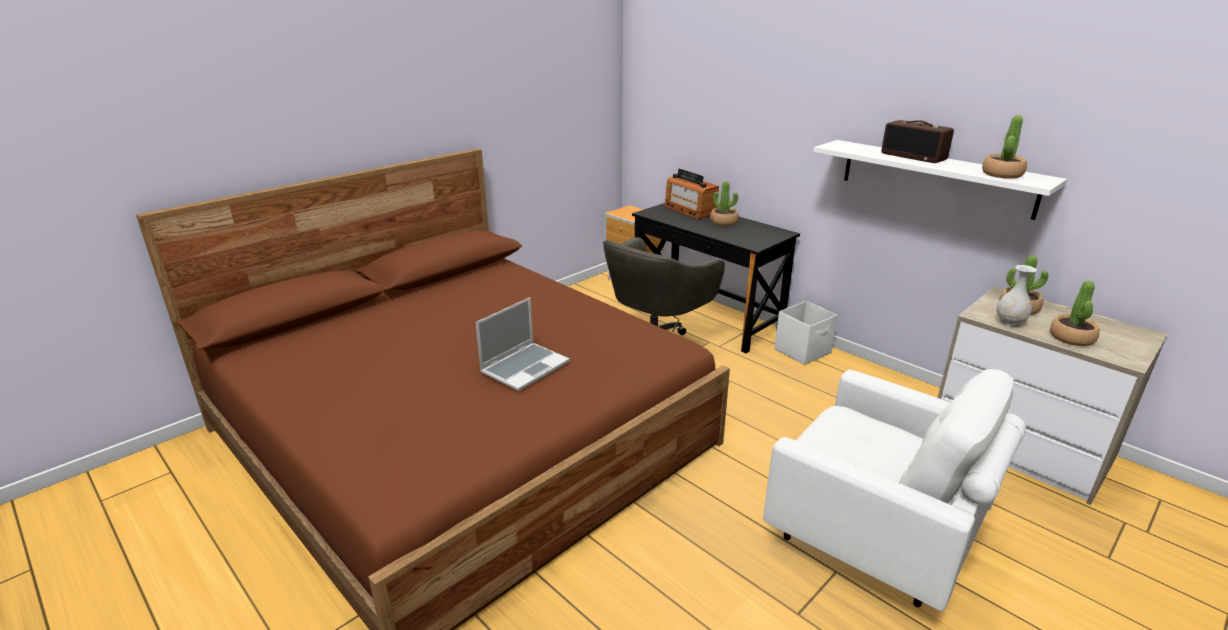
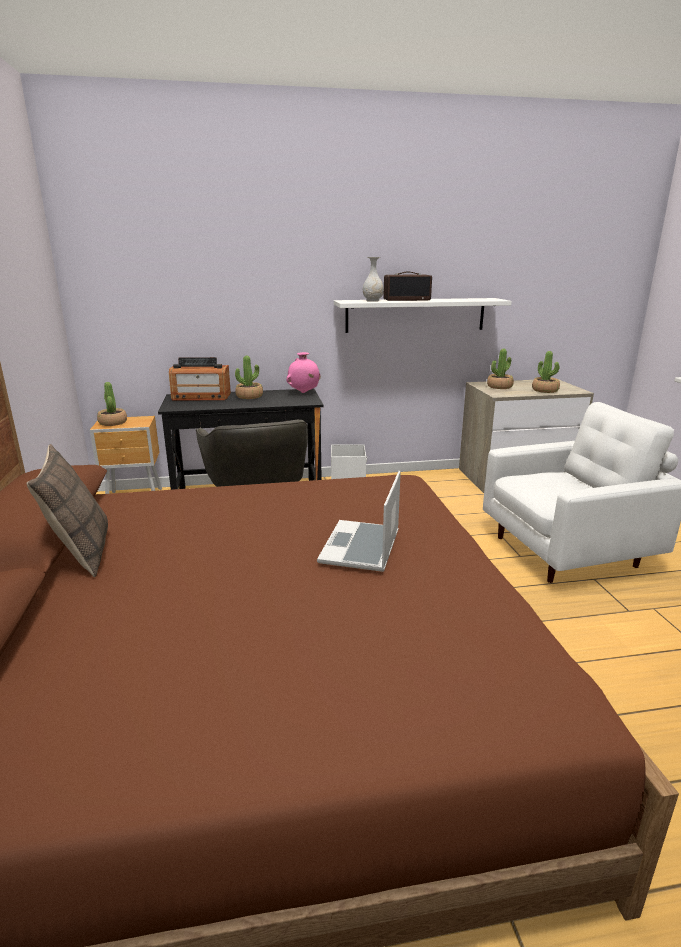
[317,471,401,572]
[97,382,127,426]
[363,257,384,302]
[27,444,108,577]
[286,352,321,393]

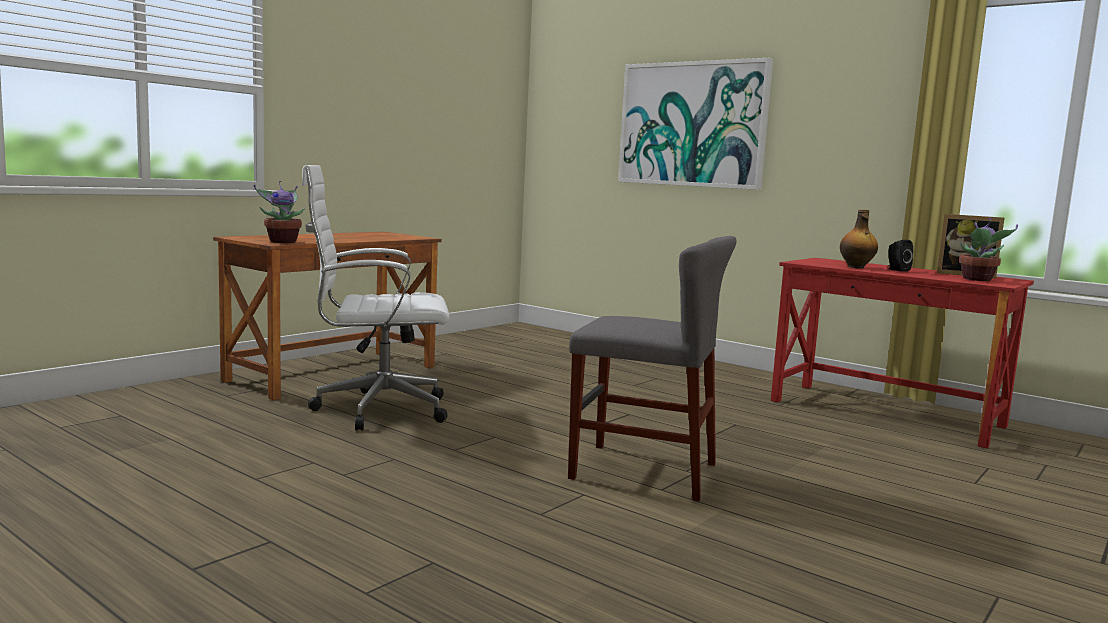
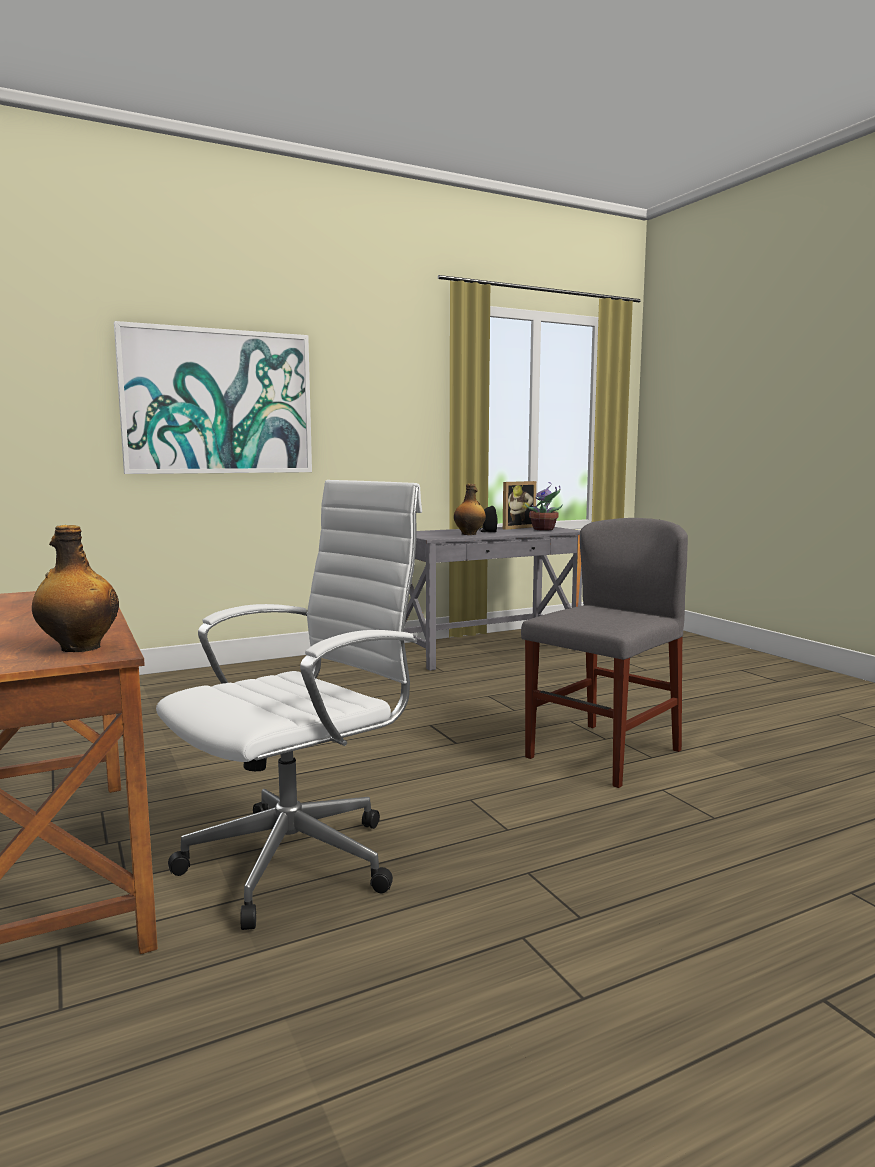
[32,525,119,652]
[156,480,422,930]
[404,527,582,671]

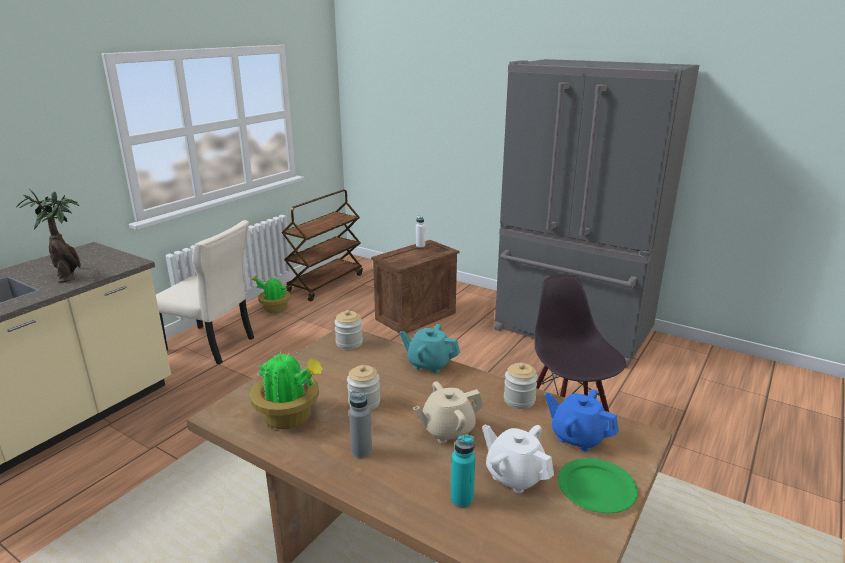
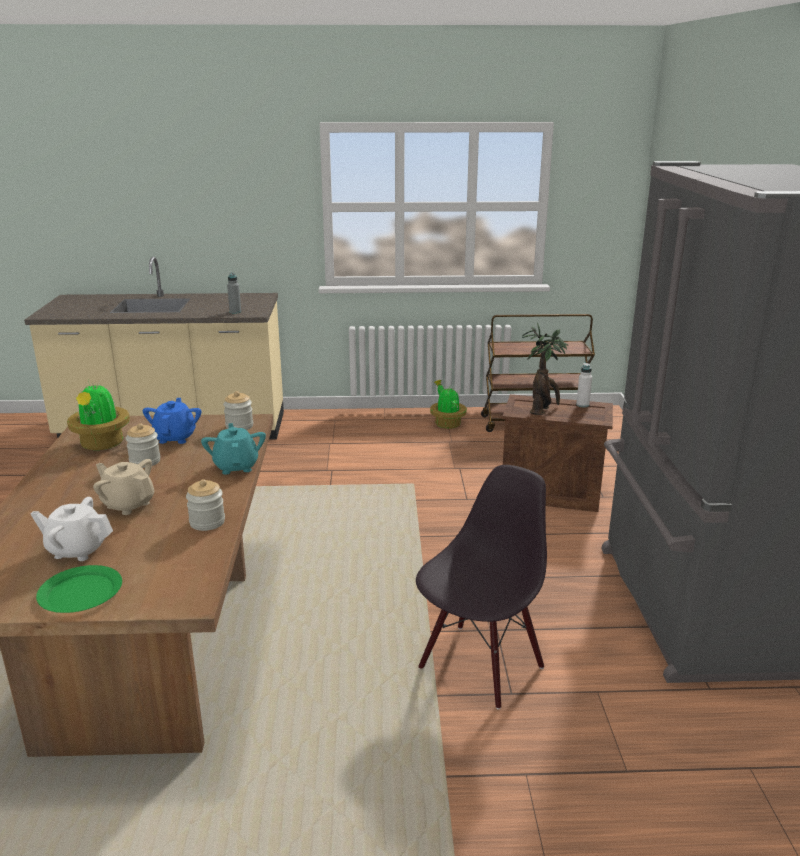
[522,323,569,415]
[156,220,254,364] (first image)
[227,273,241,314]
[451,435,475,508] (first image)
[31,497,113,561]
[143,398,201,444]

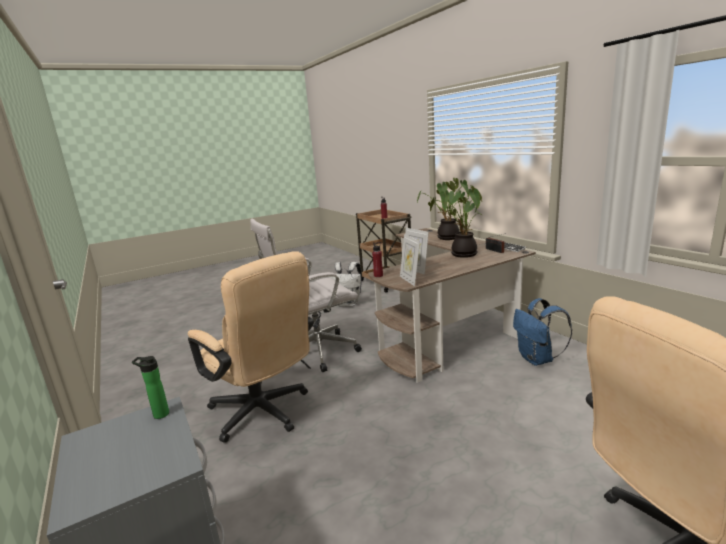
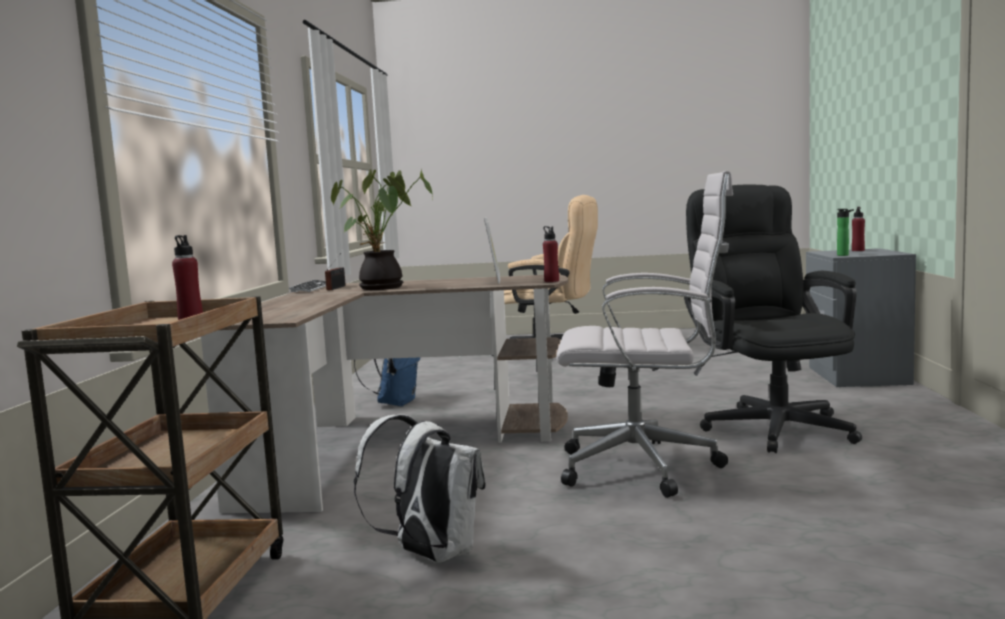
[684,184,862,453]
[400,234,420,286] (first image)
[417,178,469,240] (first image)
[852,207,865,251]

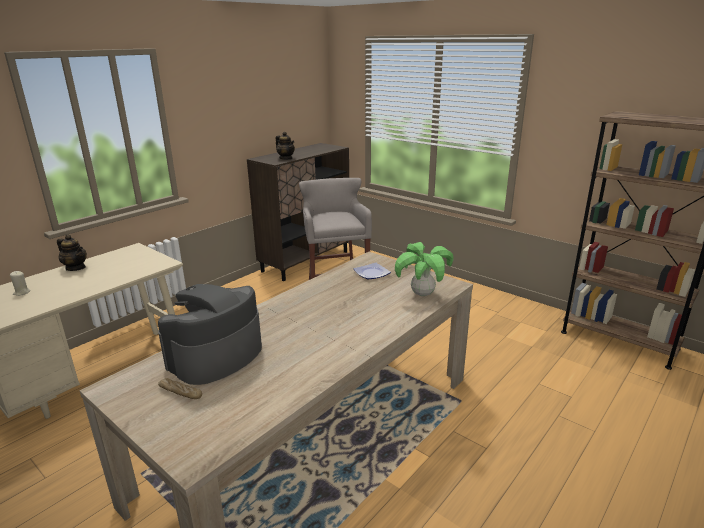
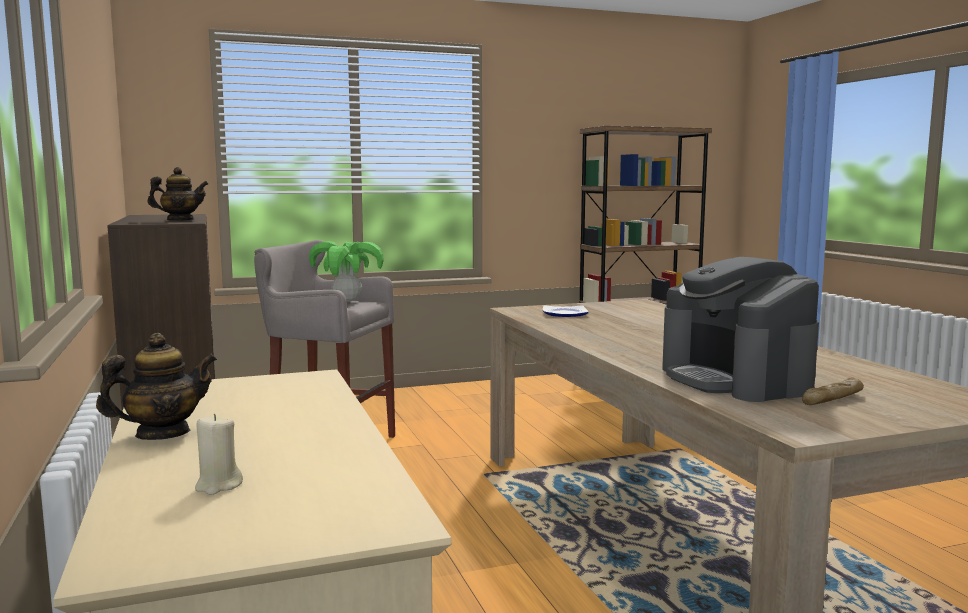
[309,241,384,302]

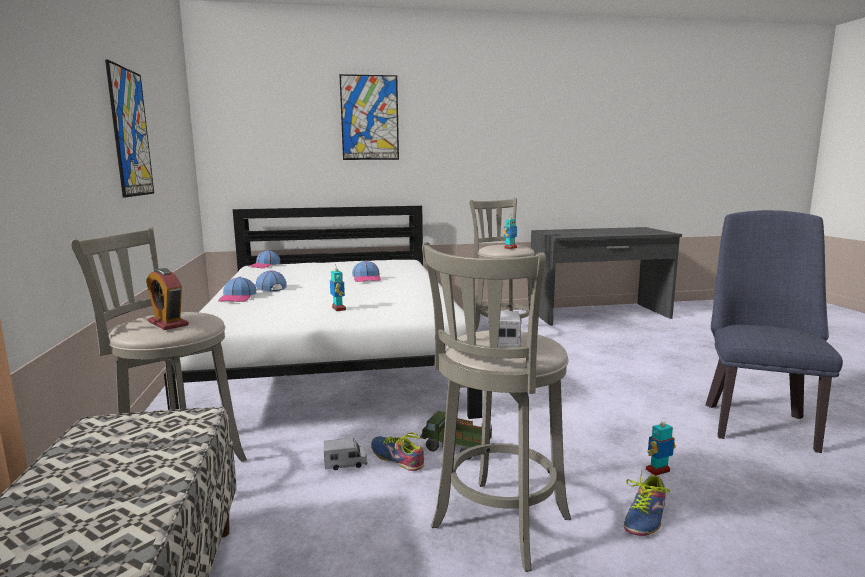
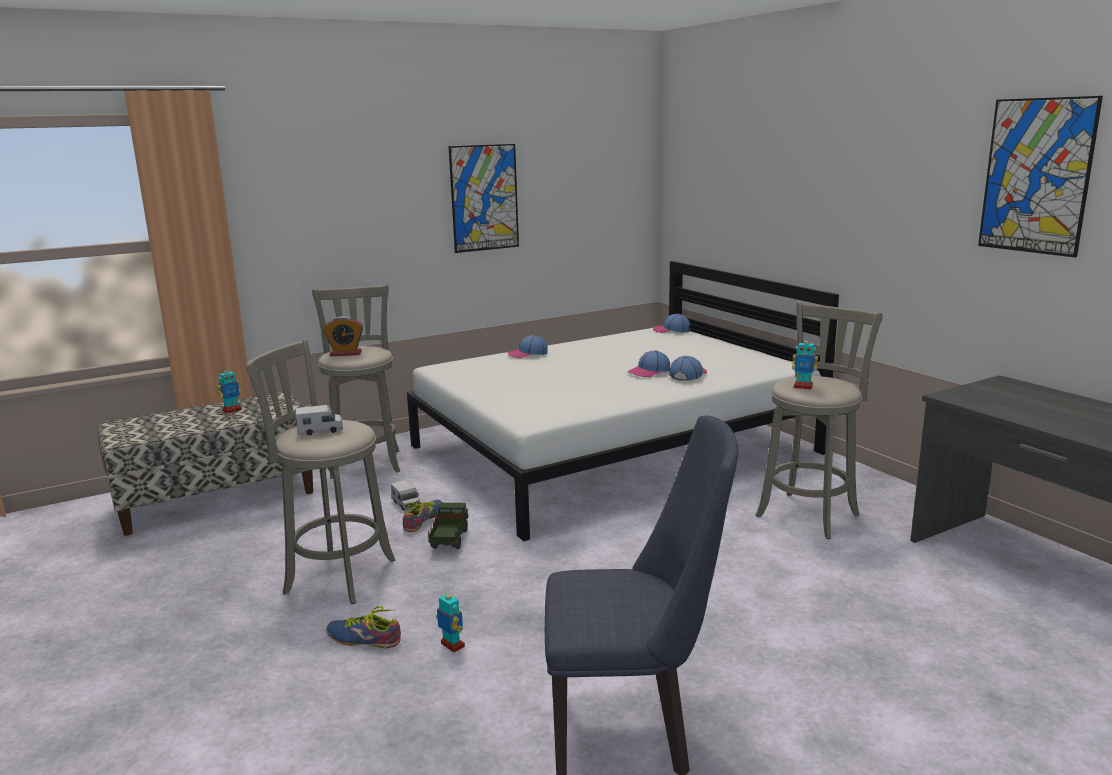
[323,316,363,356]
[670,356,707,381]
[217,370,242,413]
[978,96,1103,257]

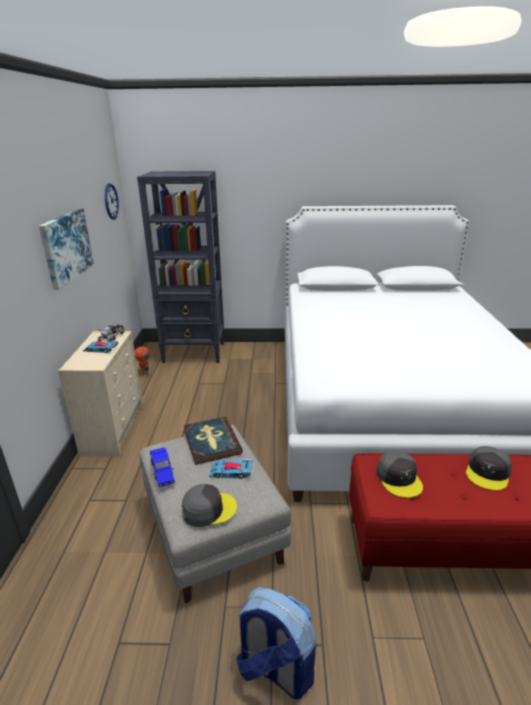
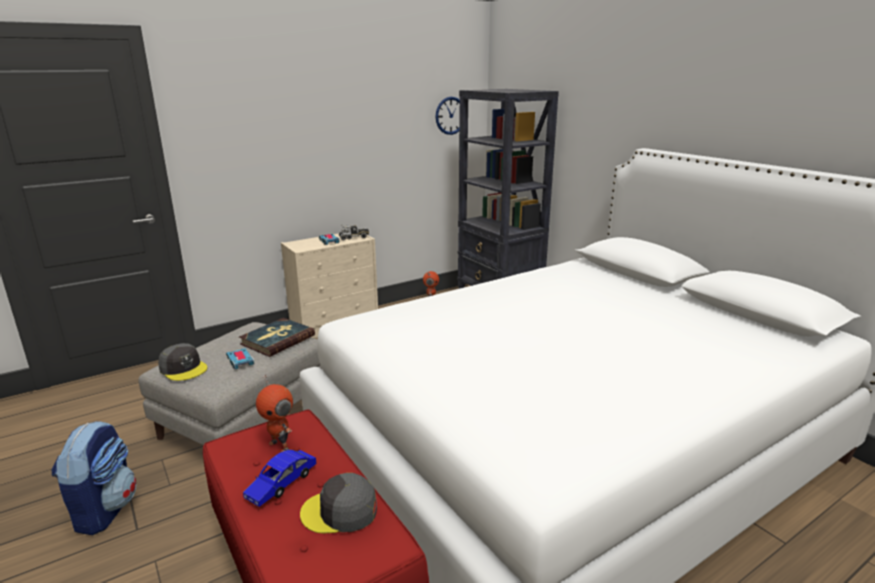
[39,209,94,290] (first image)
[243,450,316,507]
[256,374,293,452]

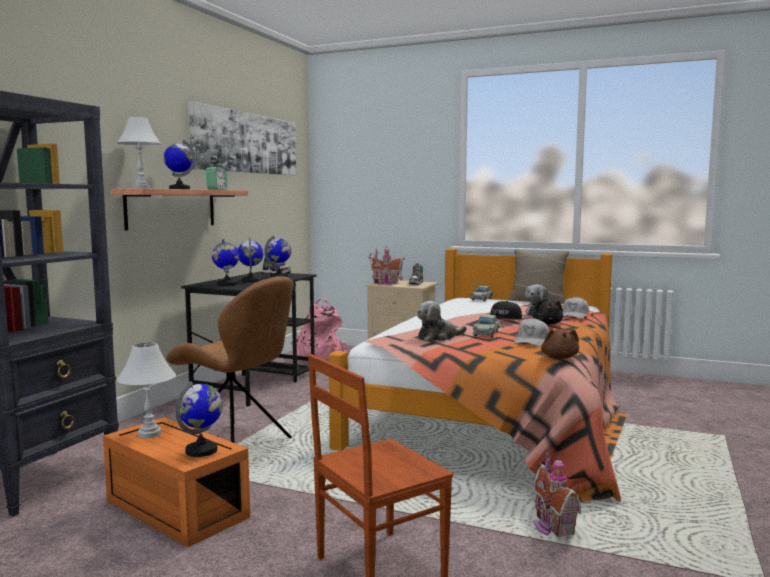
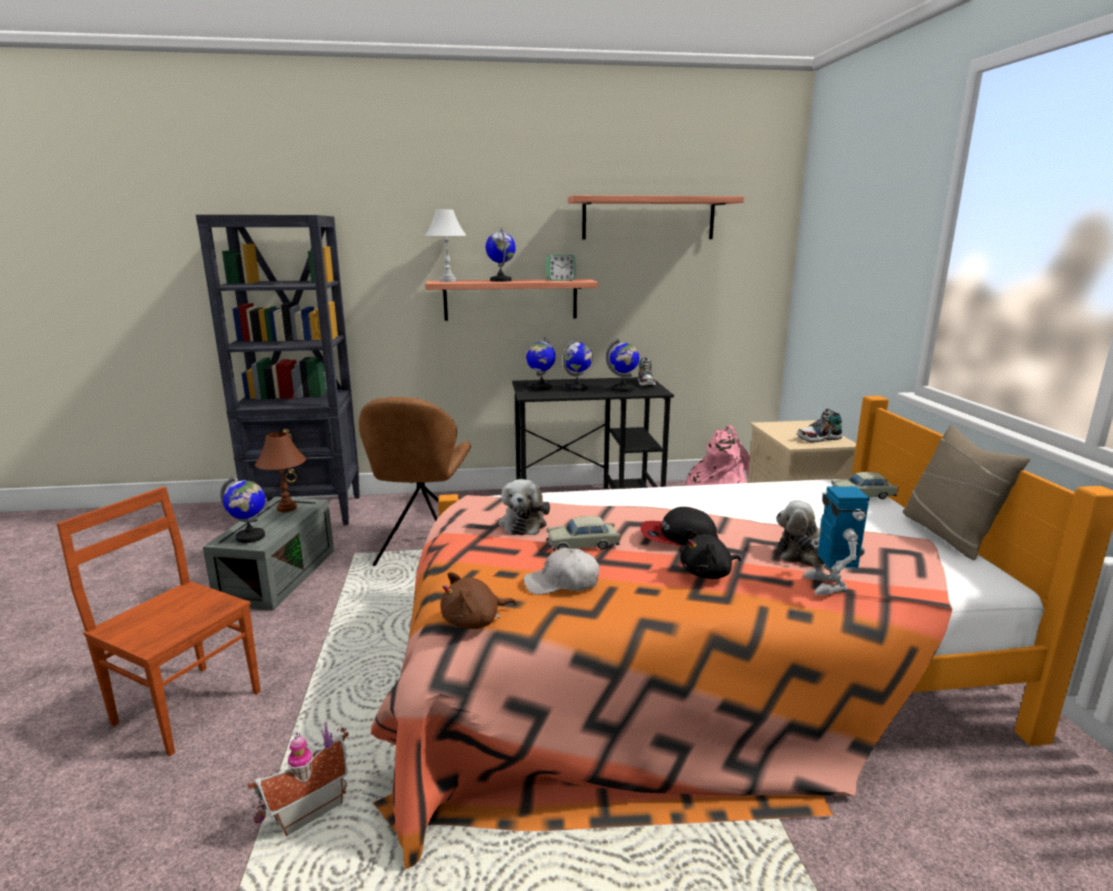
[203,497,334,611]
[255,432,306,512]
[568,195,744,239]
[369,246,405,285] (first image)
[499,479,550,535]
[802,486,869,595]

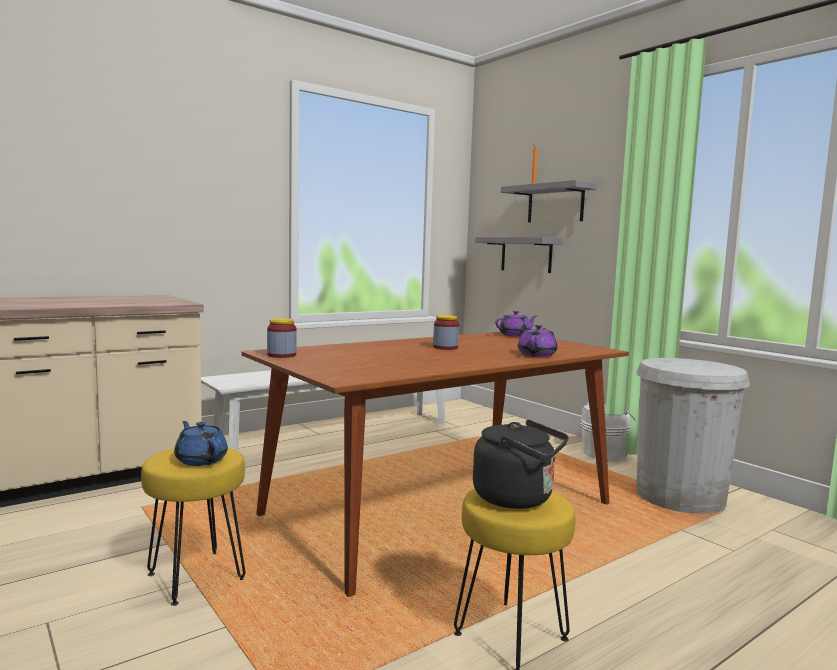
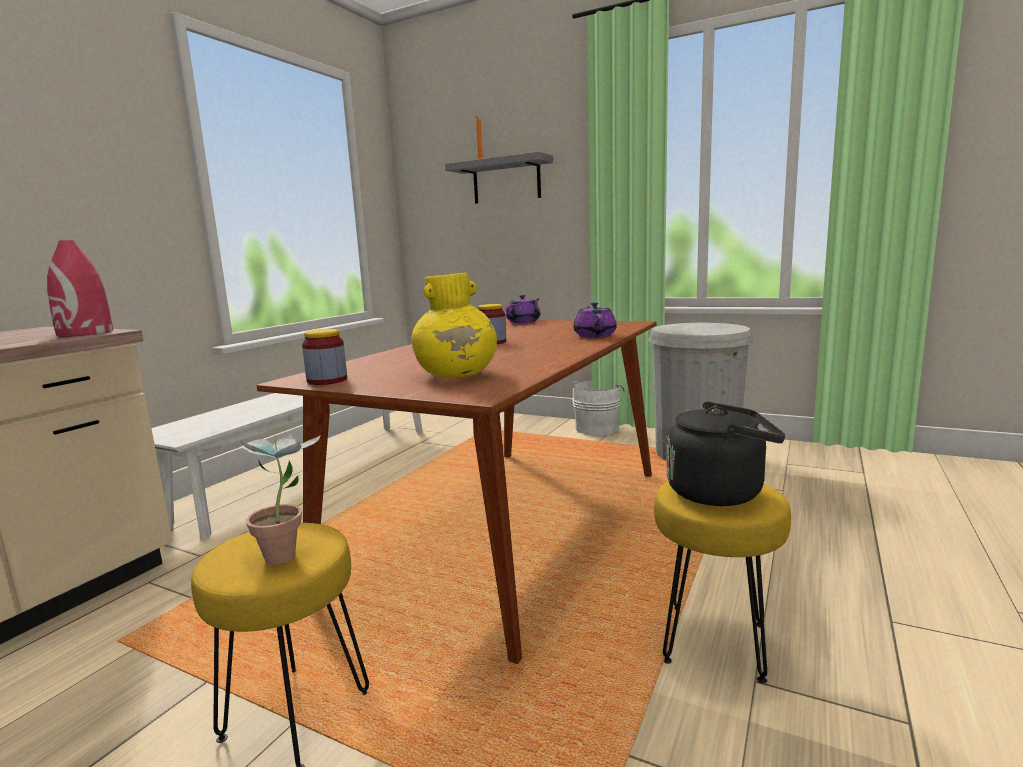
[241,427,320,565]
[475,237,563,273] (first image)
[47,240,113,337]
[411,273,497,378]

